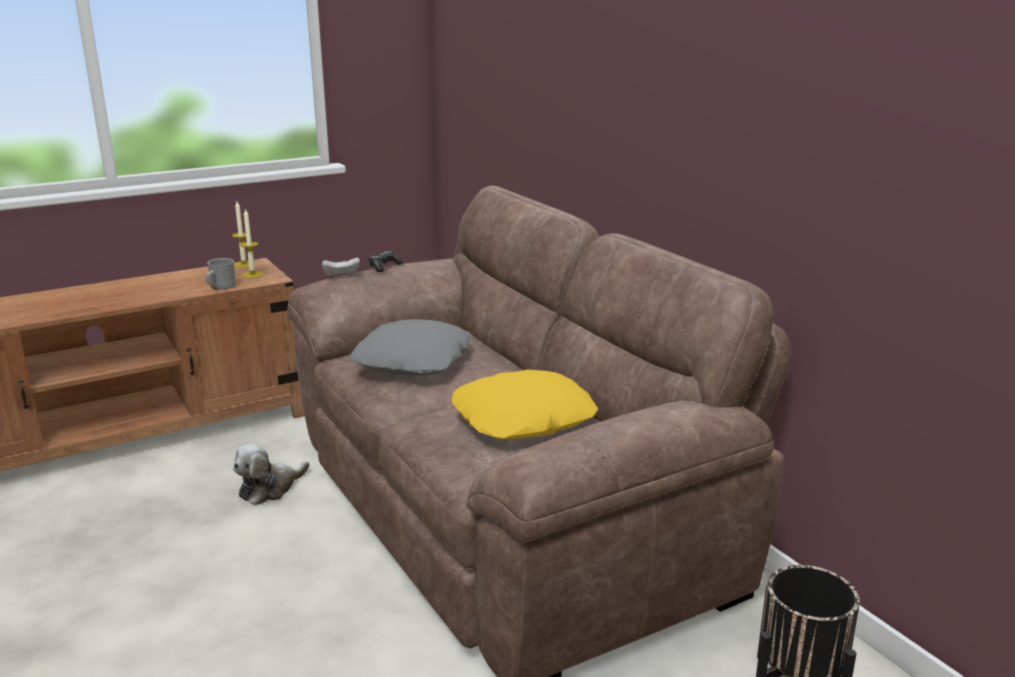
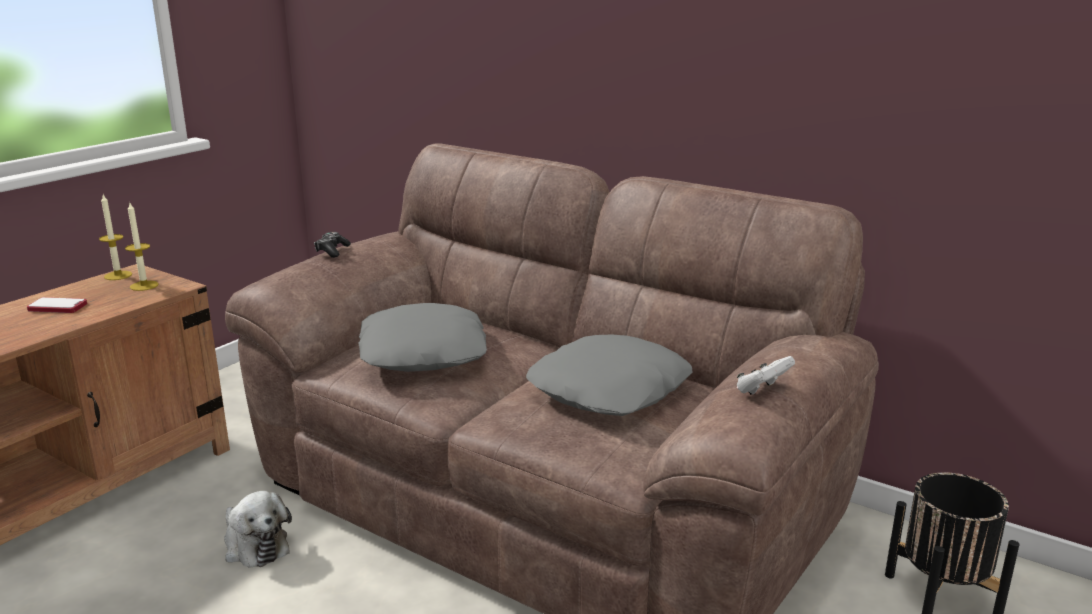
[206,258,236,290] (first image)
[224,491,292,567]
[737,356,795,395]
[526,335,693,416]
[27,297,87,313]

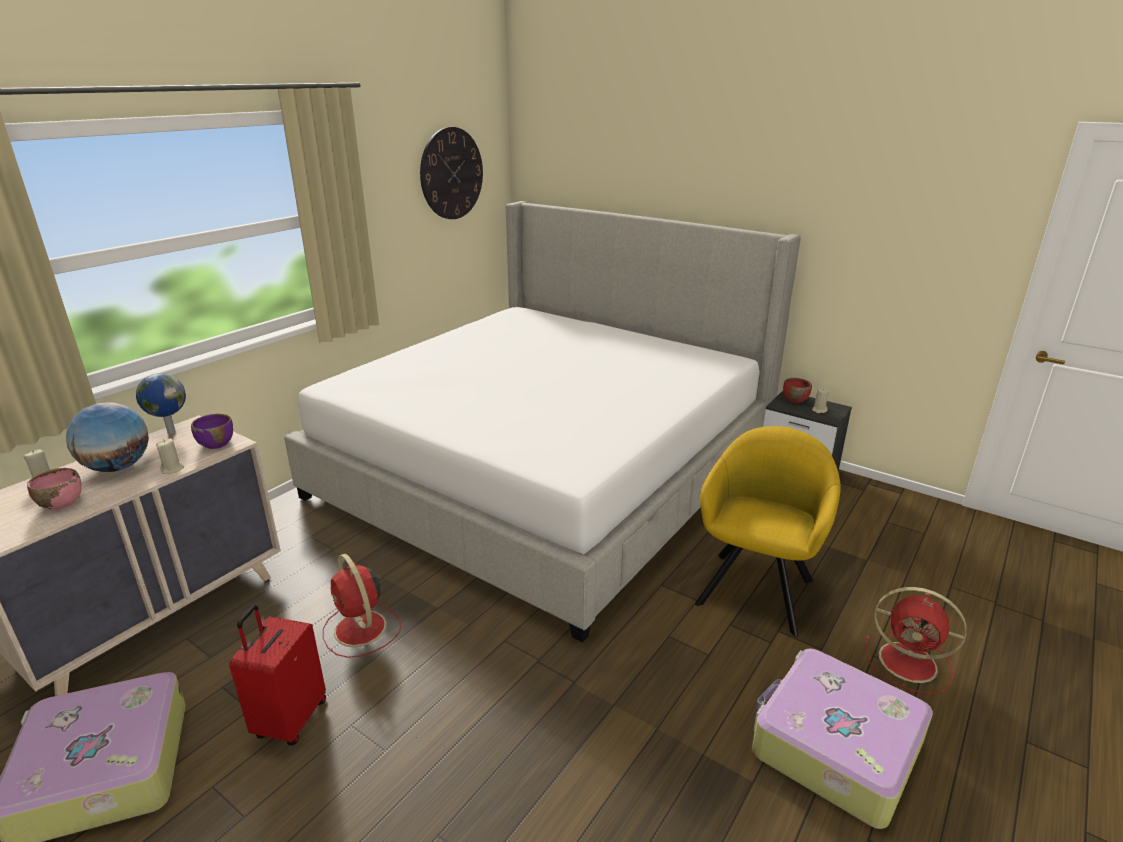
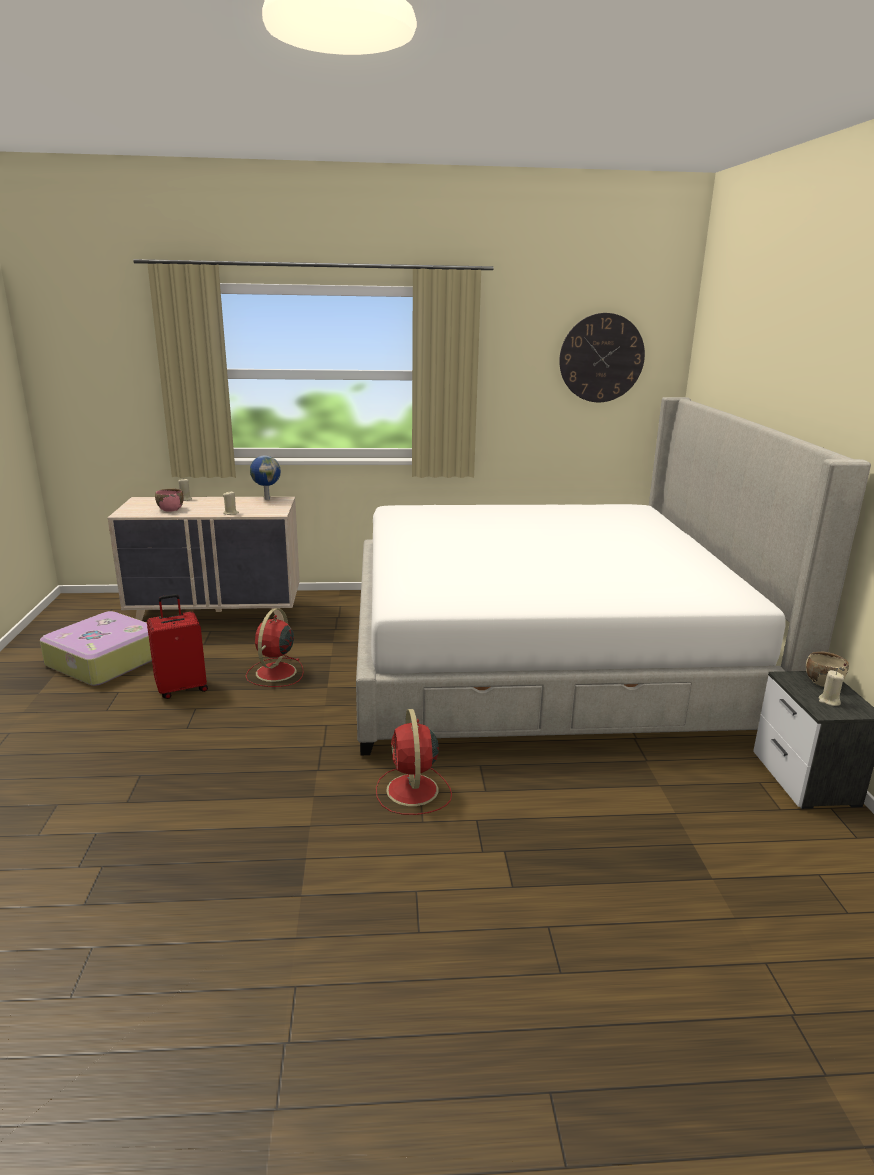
[66,402,149,472] (first image)
[191,414,233,449] (first image)
[695,426,840,637] (first image)
[752,649,933,829] (first image)
[806,652,849,687]
[376,709,452,815]

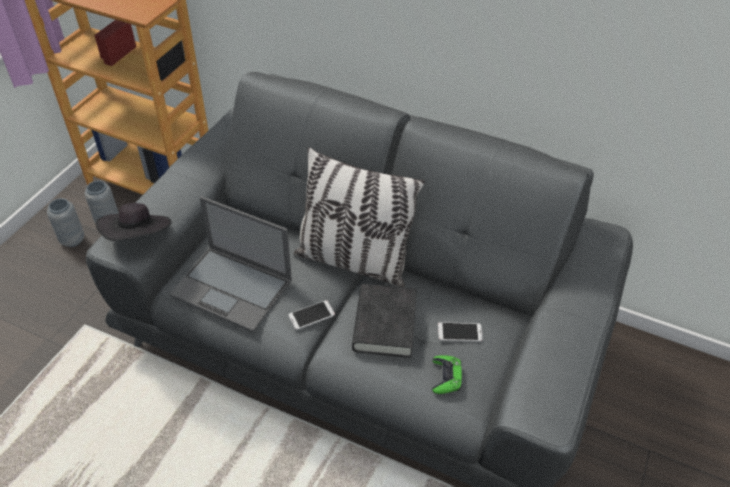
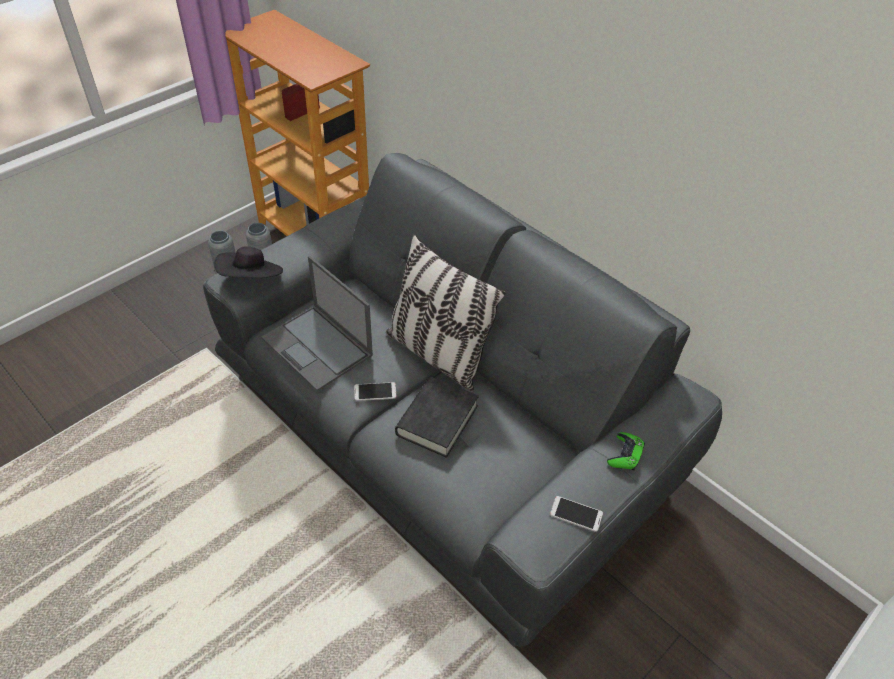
[607,432,645,471]
[550,496,603,532]

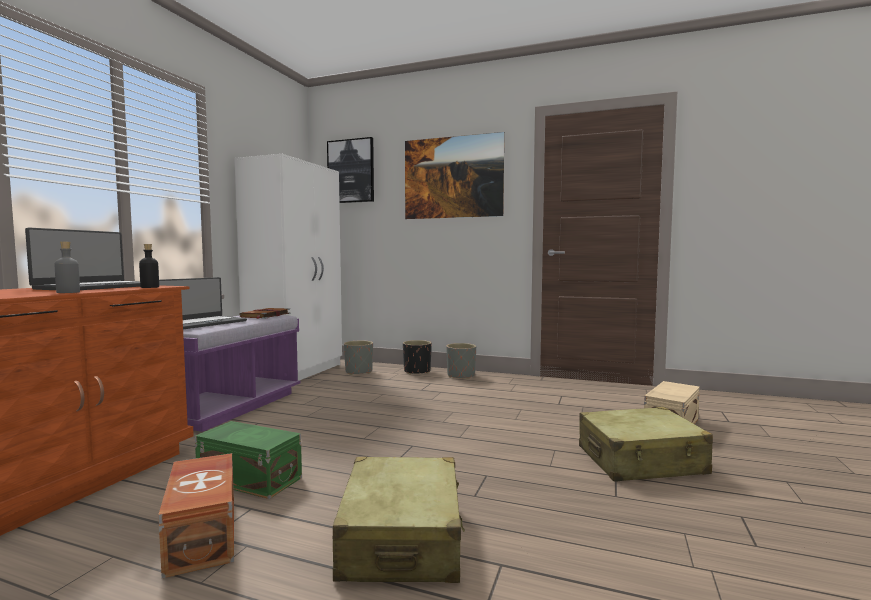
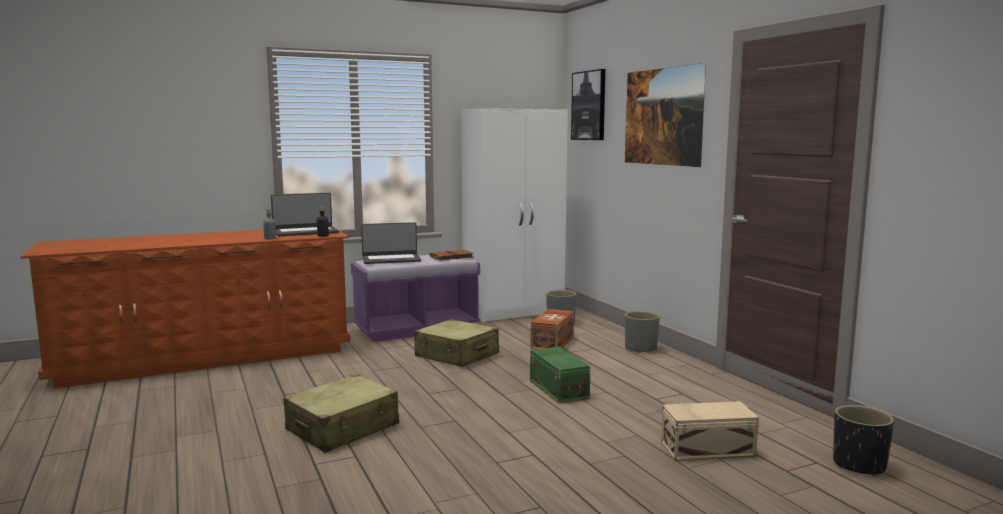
[531,309,574,350]
[530,347,590,404]
[833,405,894,477]
[414,319,499,367]

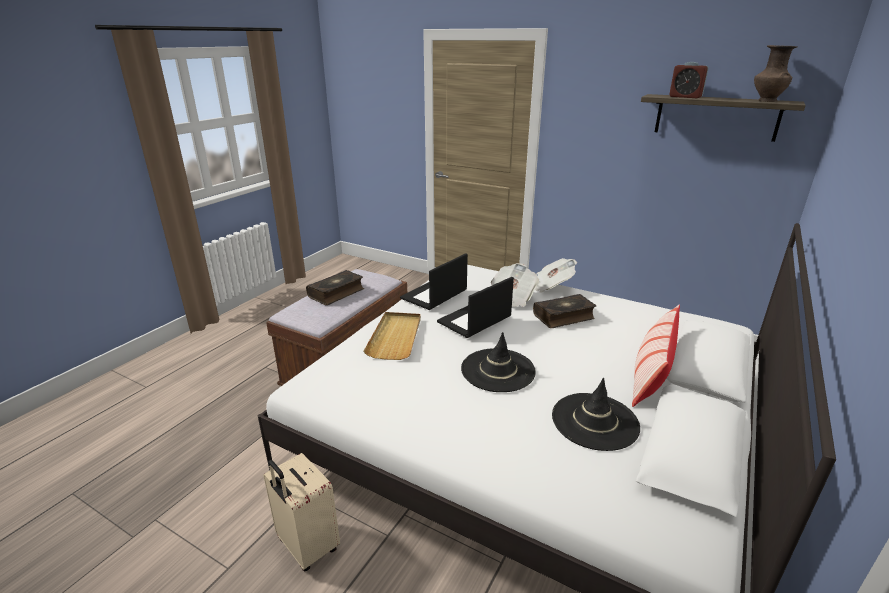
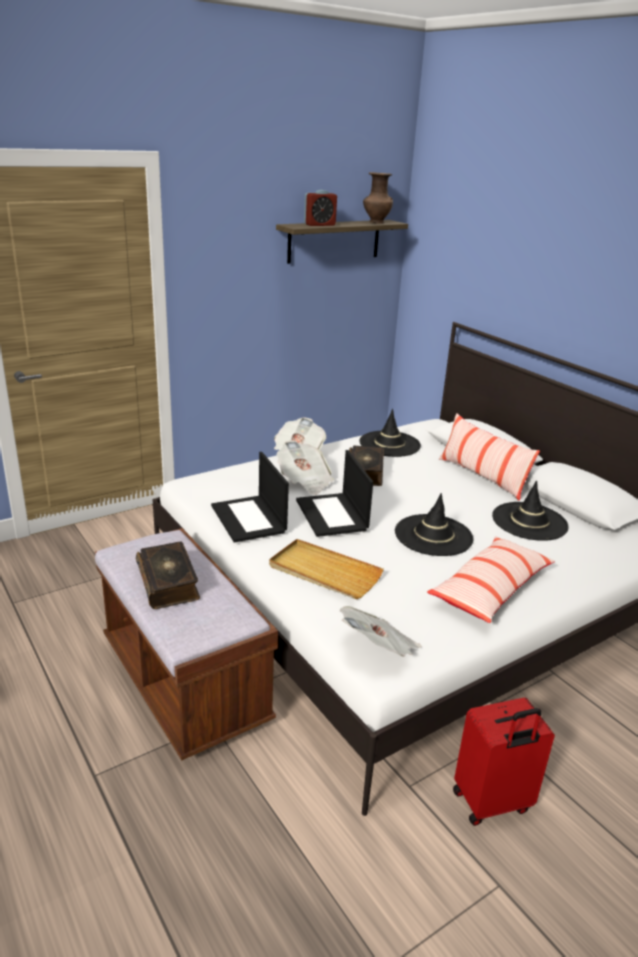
[453,698,555,826]
[340,606,421,657]
[359,409,421,457]
[427,536,555,623]

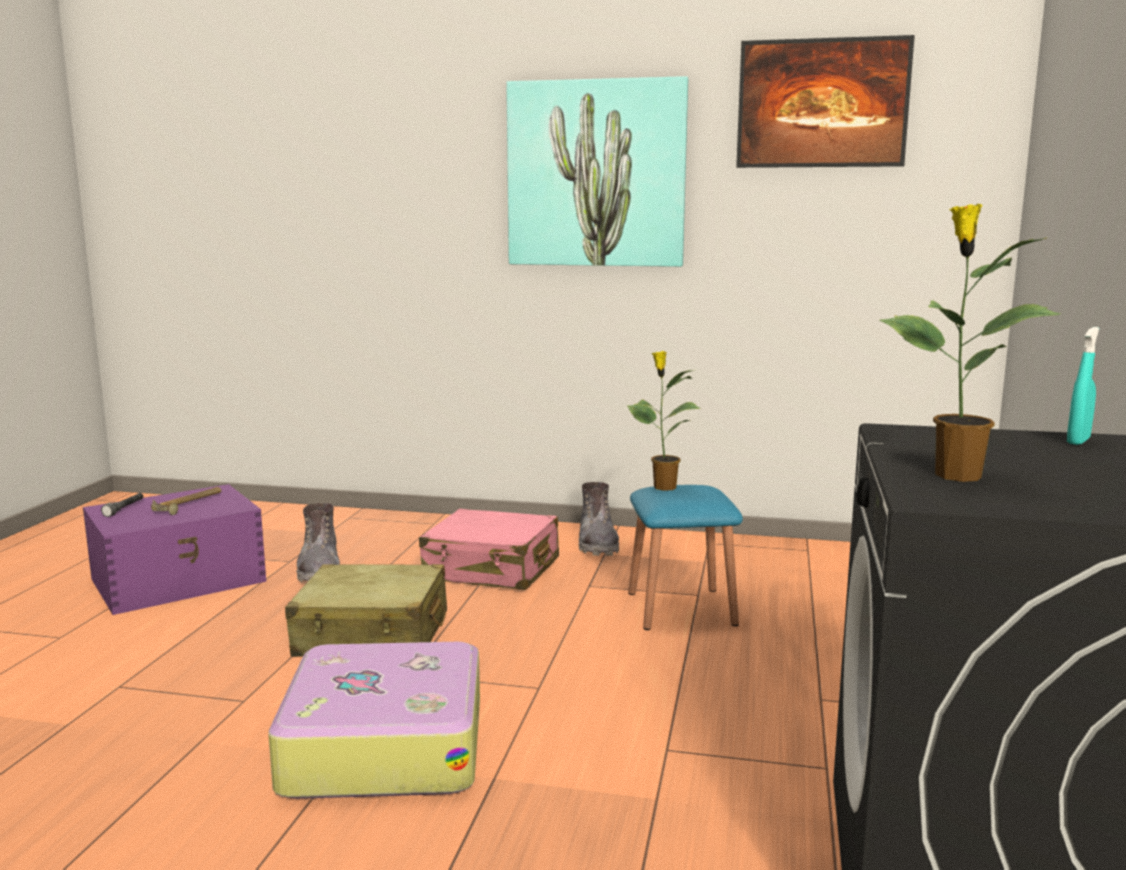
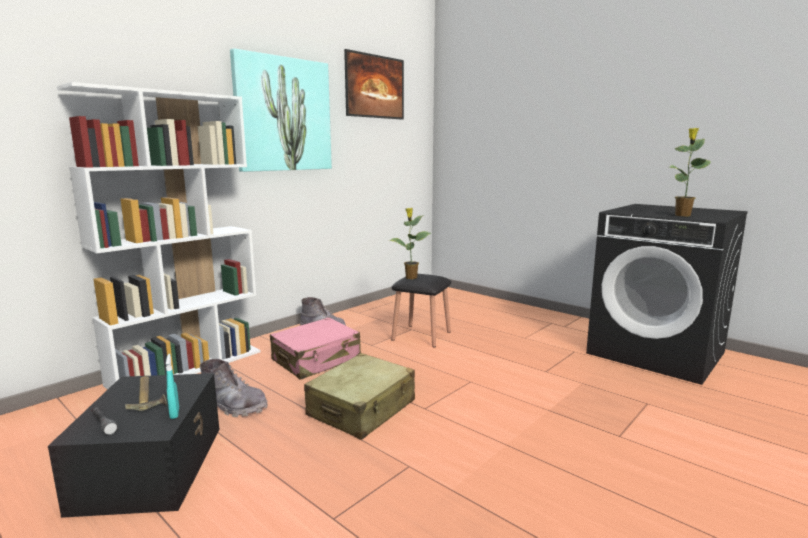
[48,373,220,518]
[268,642,480,799] (first image)
[391,274,451,348]
[166,354,179,419]
[57,82,260,390]

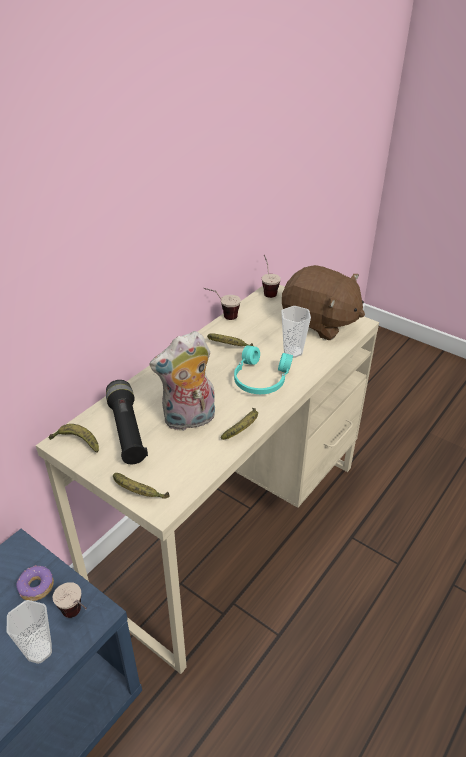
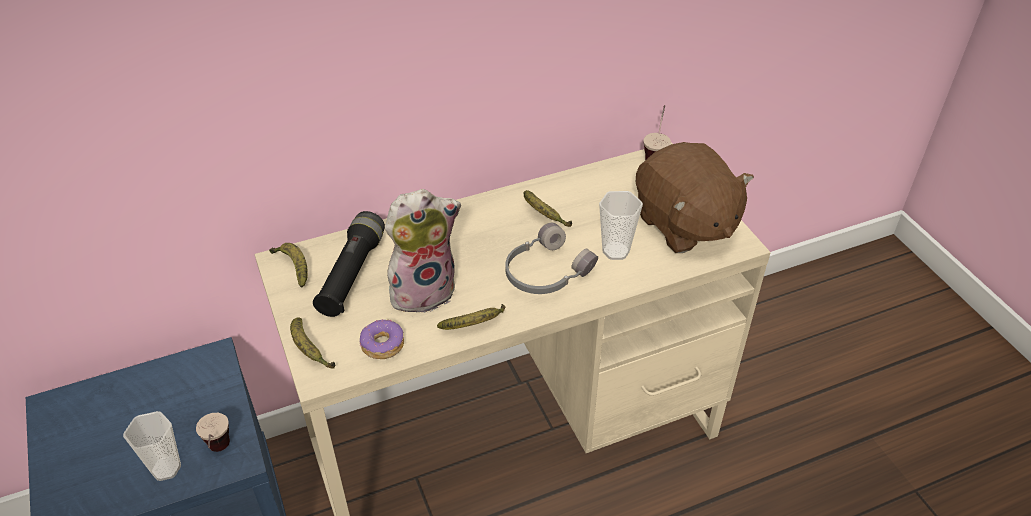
[360,319,404,359]
[385,189,461,313]
[203,288,241,320] (first image)
[505,223,598,294]

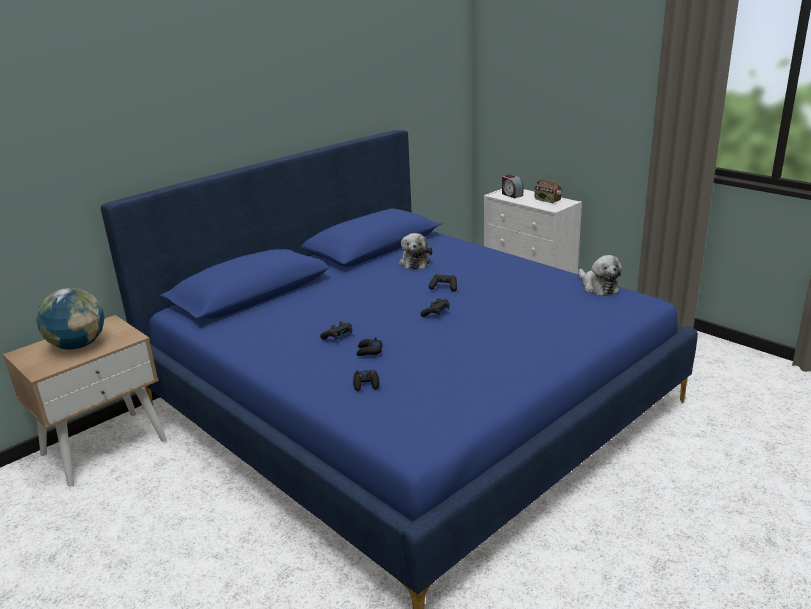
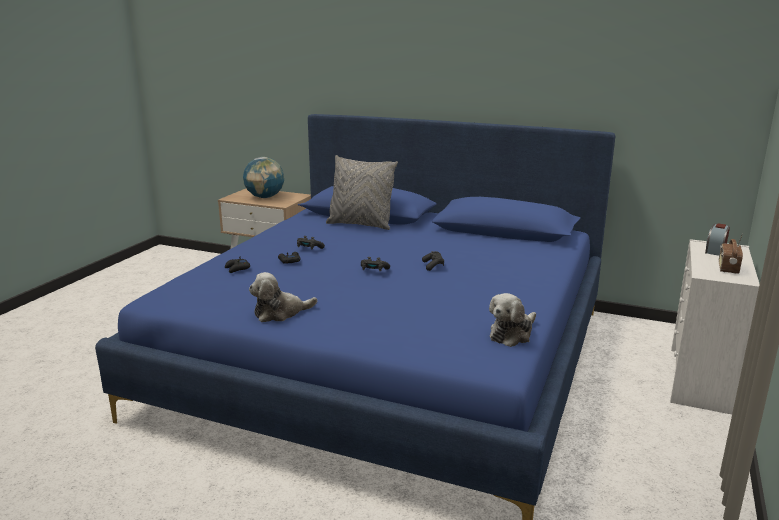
[249,272,317,322]
[326,155,398,230]

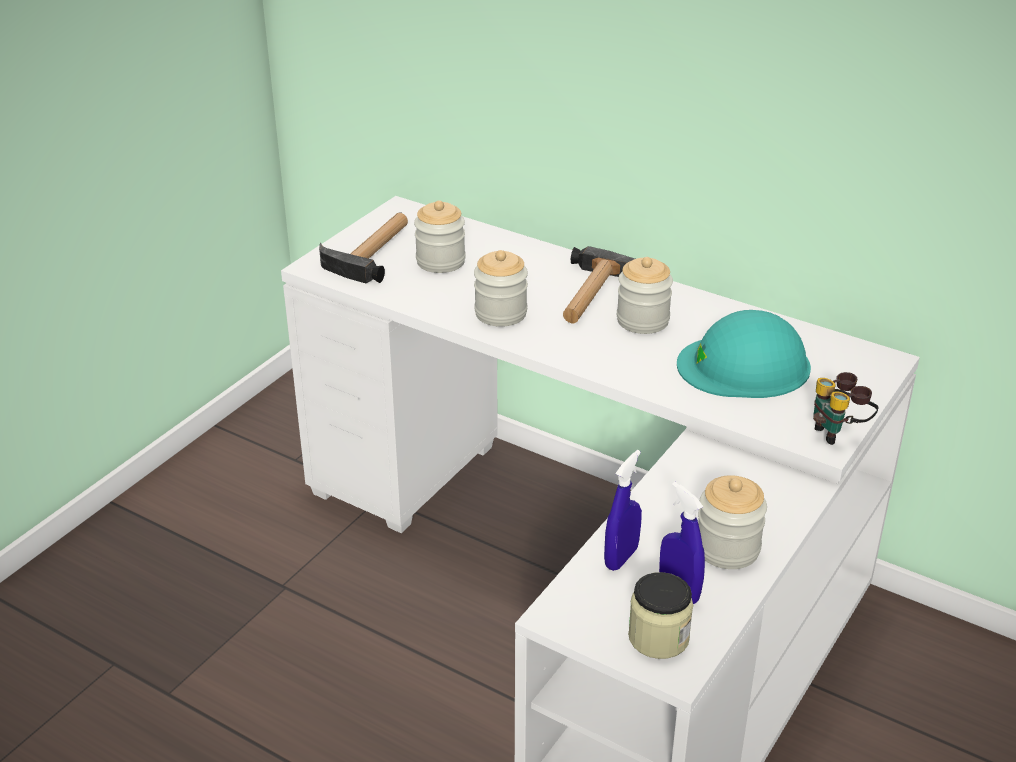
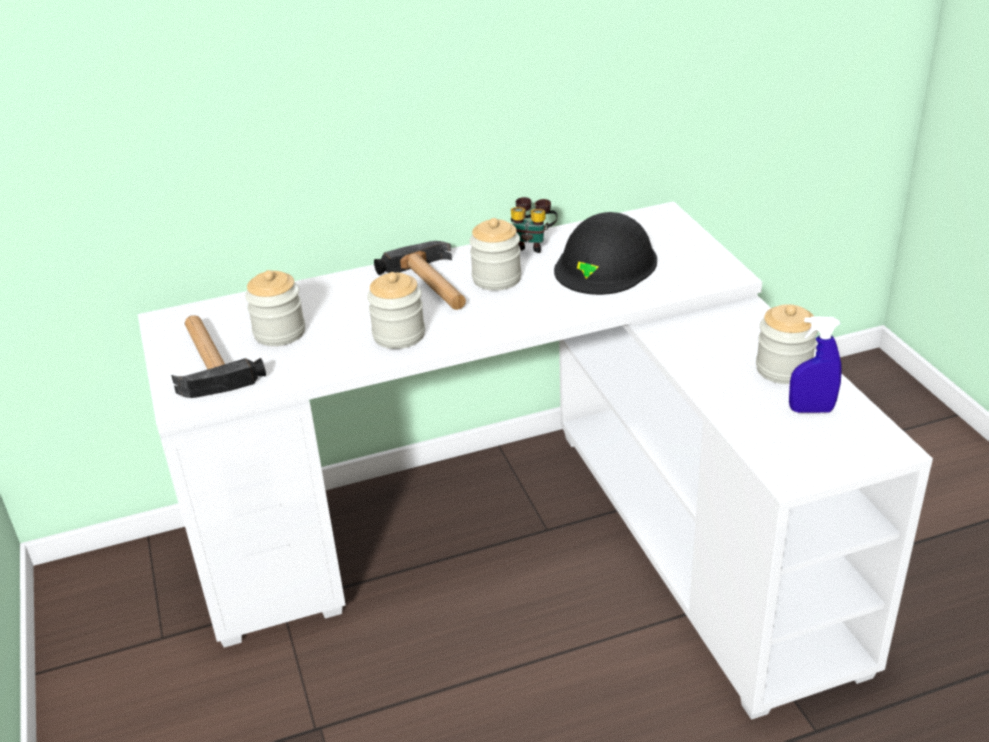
[604,450,642,571] (first image)
[628,572,693,659] (first image)
[554,212,657,295]
[511,197,557,253]

